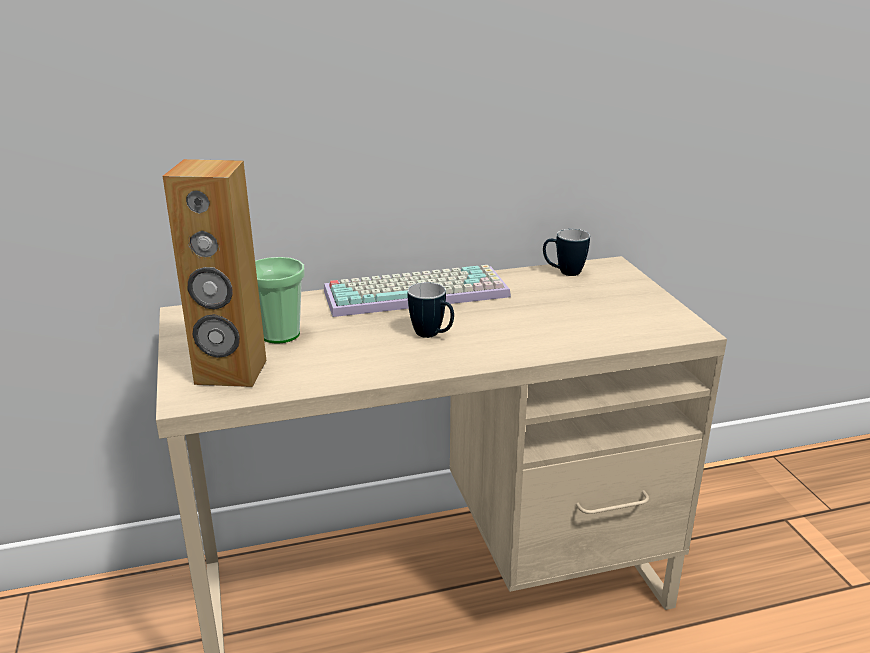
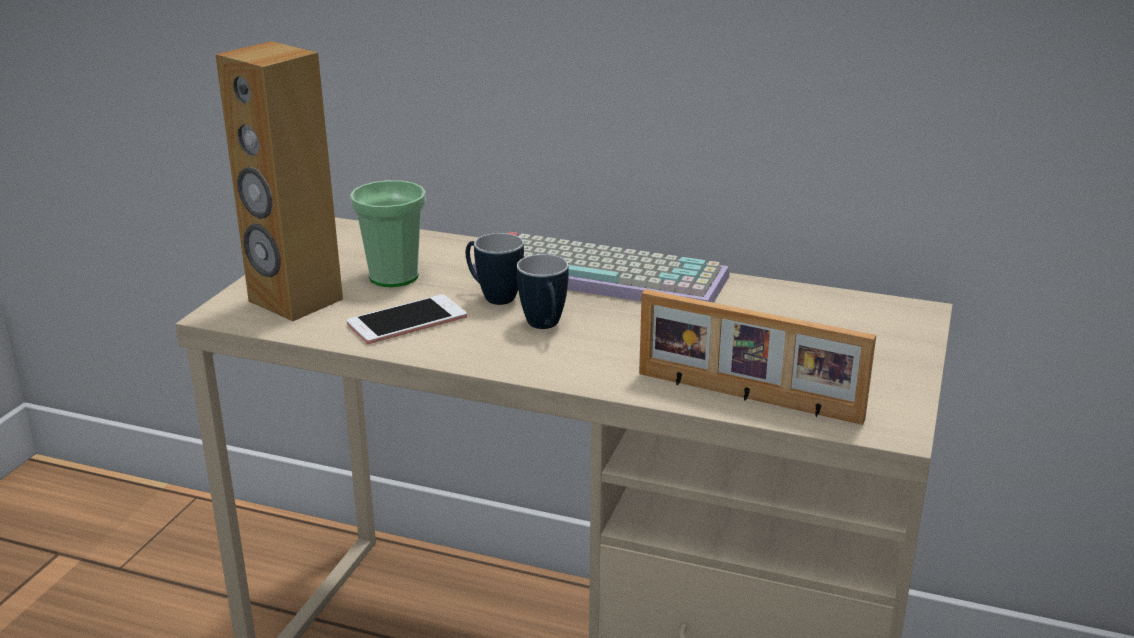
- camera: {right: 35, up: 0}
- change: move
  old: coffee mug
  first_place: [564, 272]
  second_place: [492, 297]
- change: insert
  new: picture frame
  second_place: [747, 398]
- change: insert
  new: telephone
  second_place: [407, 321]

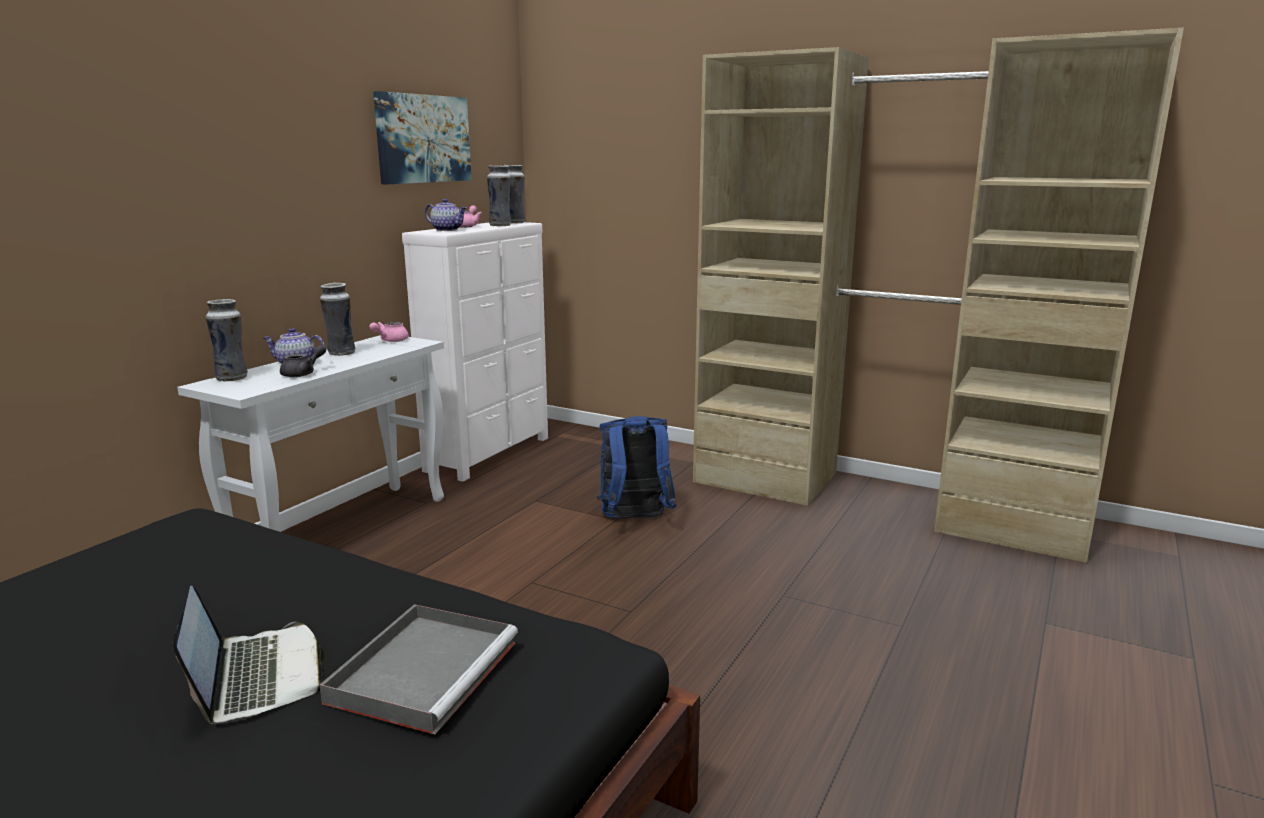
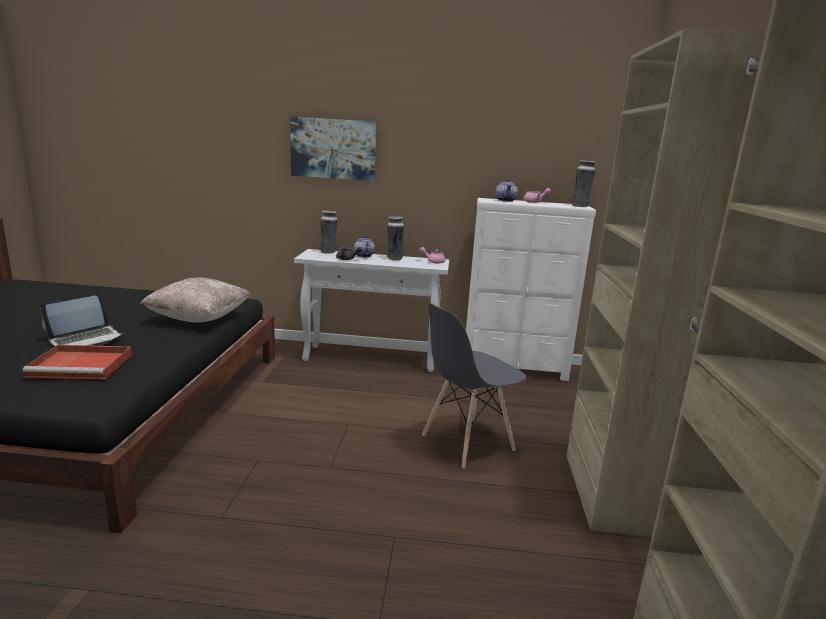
- camera: {right: 65, up: 0}
- change: move
  old: wall picture
  first_place: [423, 139]
  second_place: [333, 149]
- change: delete
  old: vase
  first_place: [500, 225]
- change: replace
  old: backpack (bluish)
  new: plain chair (grey)
  first_place: [634, 520]
  second_place: [467, 442]
- change: recolor
  old: serving tray (grey)
  new: serving tray (reddish)
  first_place: [425, 669]
  second_place: [83, 365]
- change: insert
  new: cushion (sand-coloured)
  second_place: [199, 318]

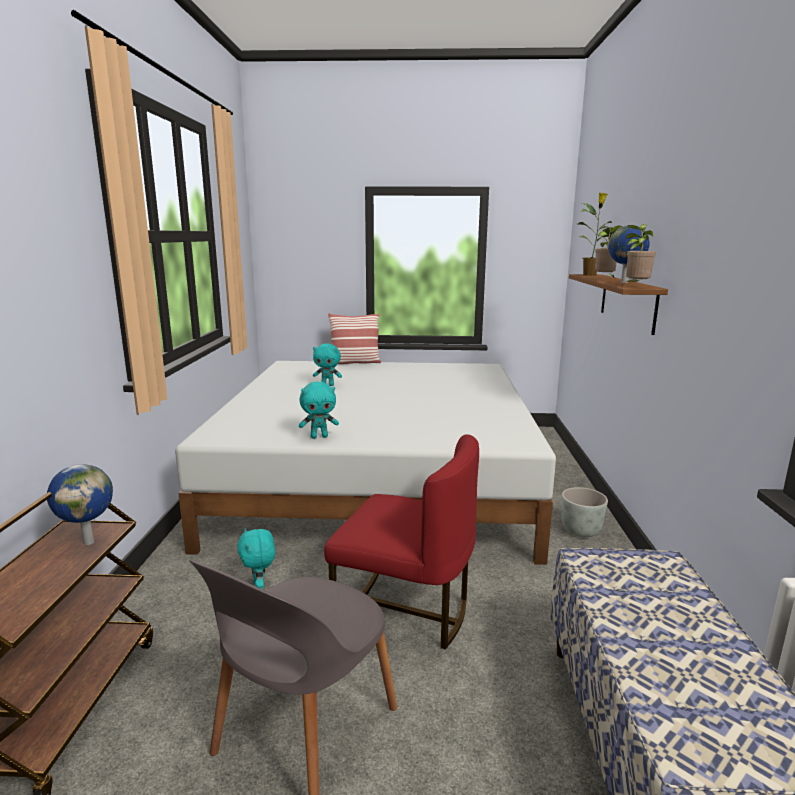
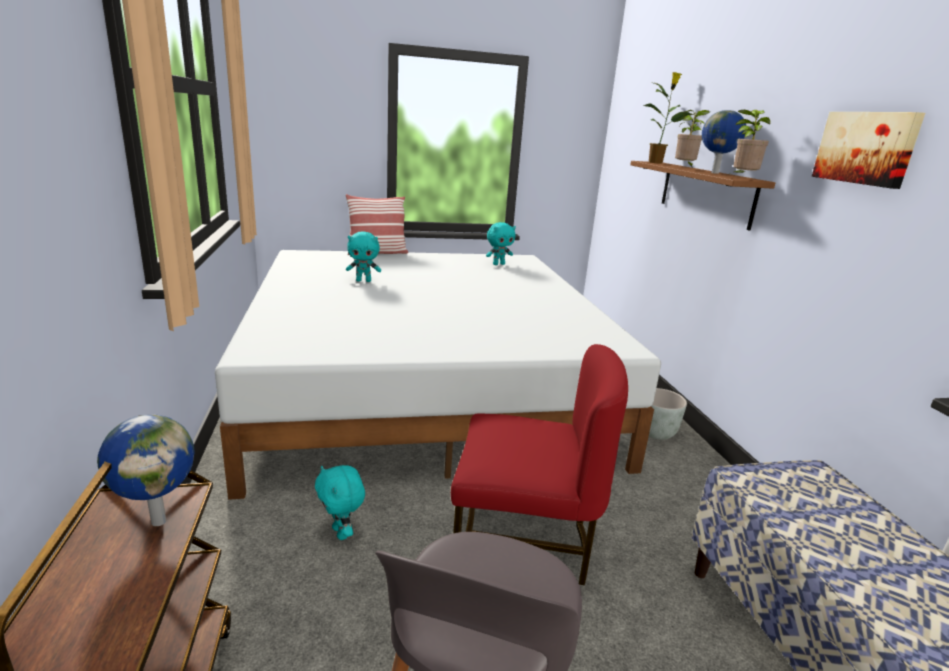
- camera: {right: -15, up: 5}
- change: move
  old: cuddly toy (turquoise-coloured)
  first_place: [319, 437]
  second_place: [498, 264]
- change: insert
  new: wall picture
  second_place: [866, 148]

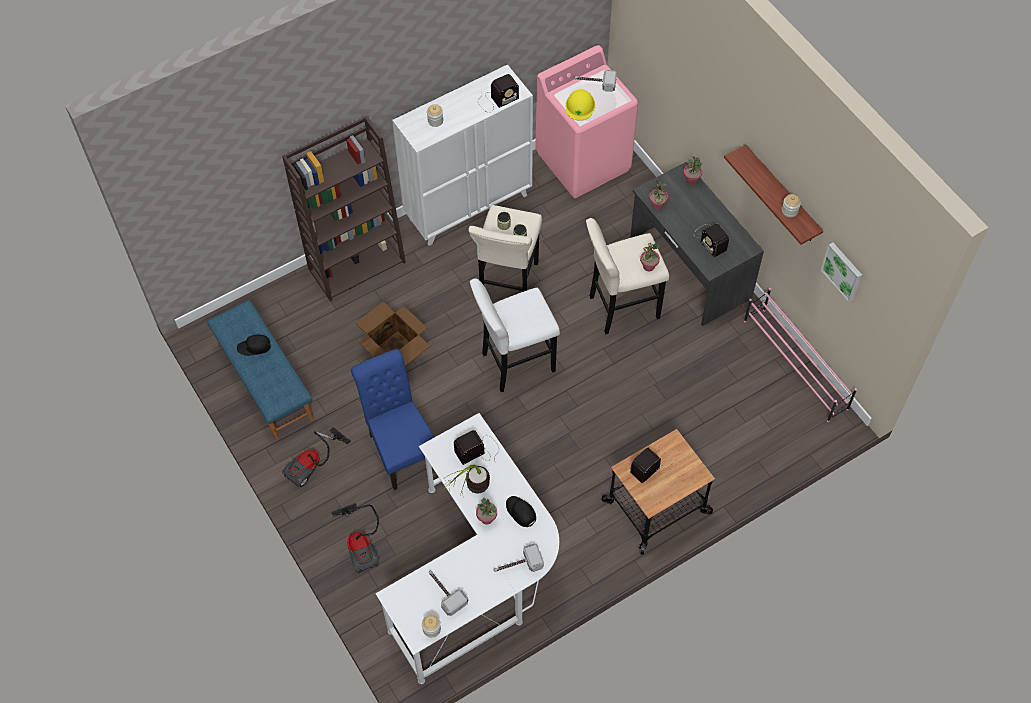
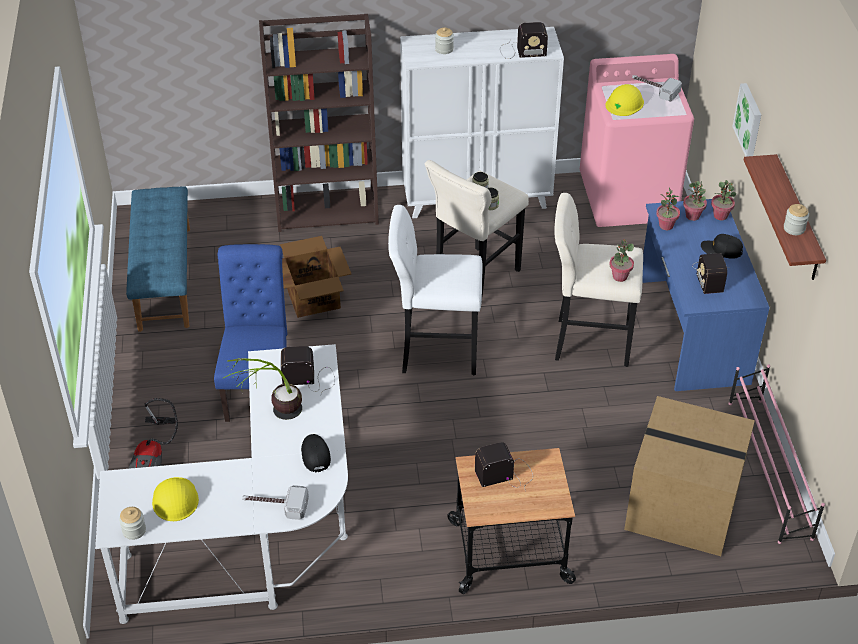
- camera: {right: 25, up: -15}
- change: recolor
  old: desk table (grey)
  new: desk table (bluish)
  first_place: [689, 268]
  second_place: [691, 331]
- change: move
  old: wall picture
  first_place: [843, 271]
  second_place: [749, 120]
- change: move
  old: baseball cap (black-coloured)
  first_place: [254, 347]
  second_place: [721, 250]
- change: delete
  old: hoover
  first_place: [314, 465]
- change: move
  old: houseplant
  first_place: [487, 518]
  second_place: [692, 216]
- change: replace
  old: hammer
  new: hard hat (yellowish)
  first_place: [444, 592]
  second_place: [175, 499]
- change: insert
  new: packing box
  second_place: [680, 506]

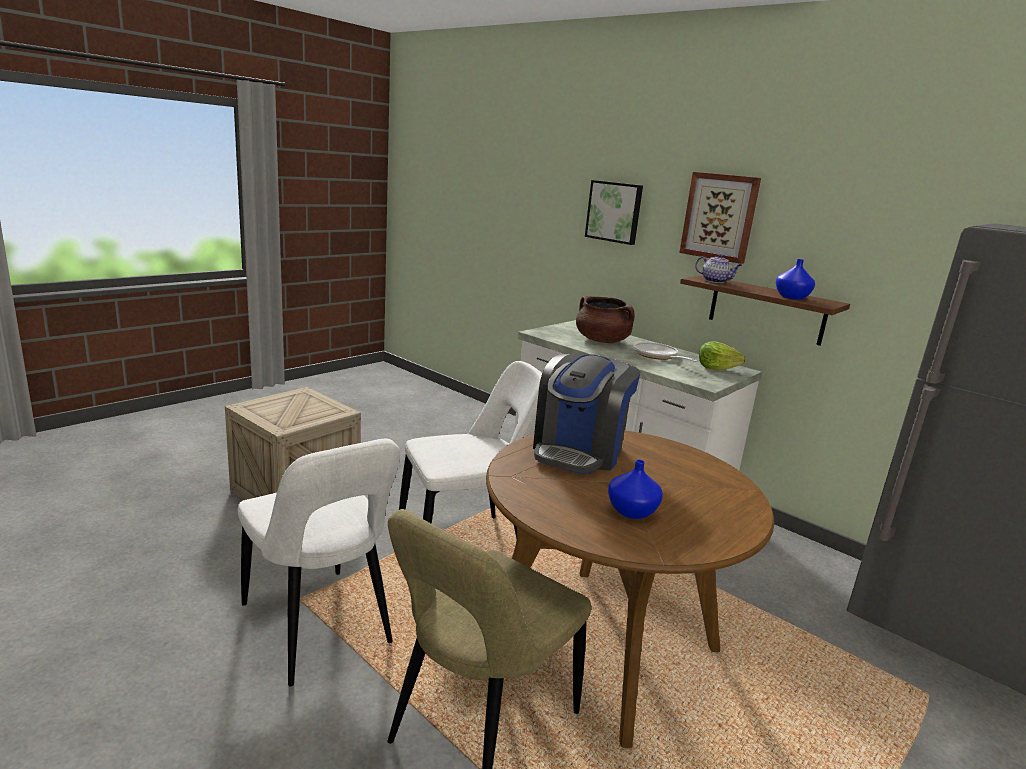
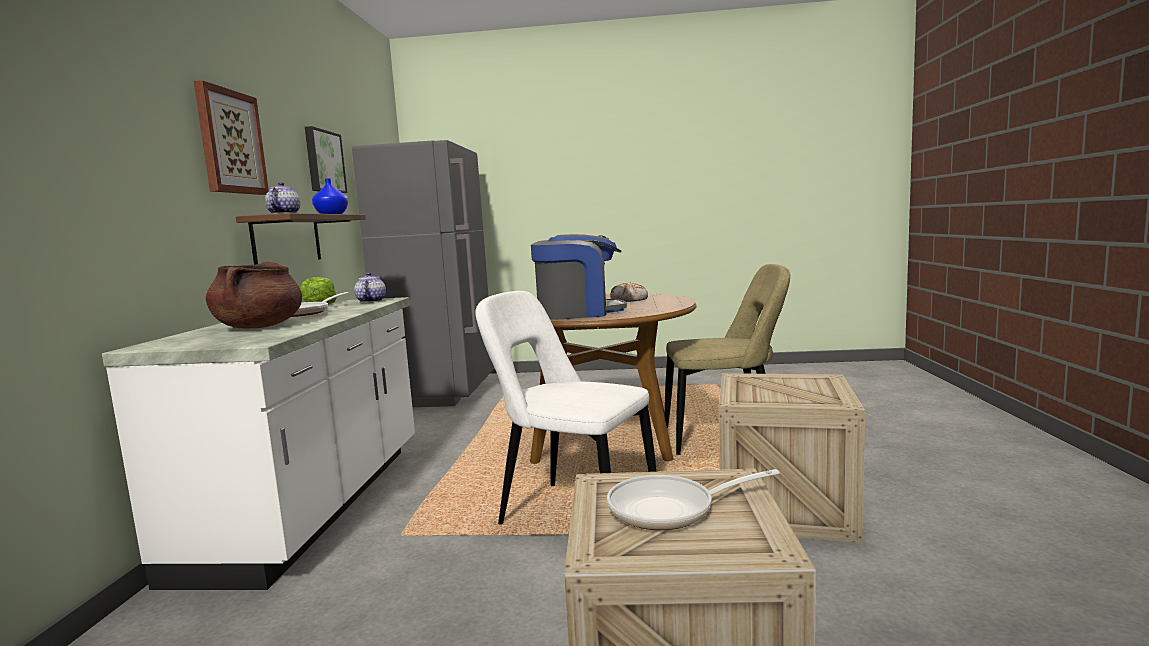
- camera: {right: -125, up: -10}
- change: move
  old: wall picture
  first_place: [614, 212]
  second_place: [323, 161]
- change: replace
  old: plain chair (white-coloured)
  new: packing crate
  first_place: [319, 628]
  second_place: [784, 506]
- change: replace
  old: vase (bluish)
  new: bread
  first_place: [631, 512]
  second_place: [629, 300]
- change: insert
  new: teapot
  second_place: [371, 301]
- change: insert
  new: pan
  second_place: [670, 509]

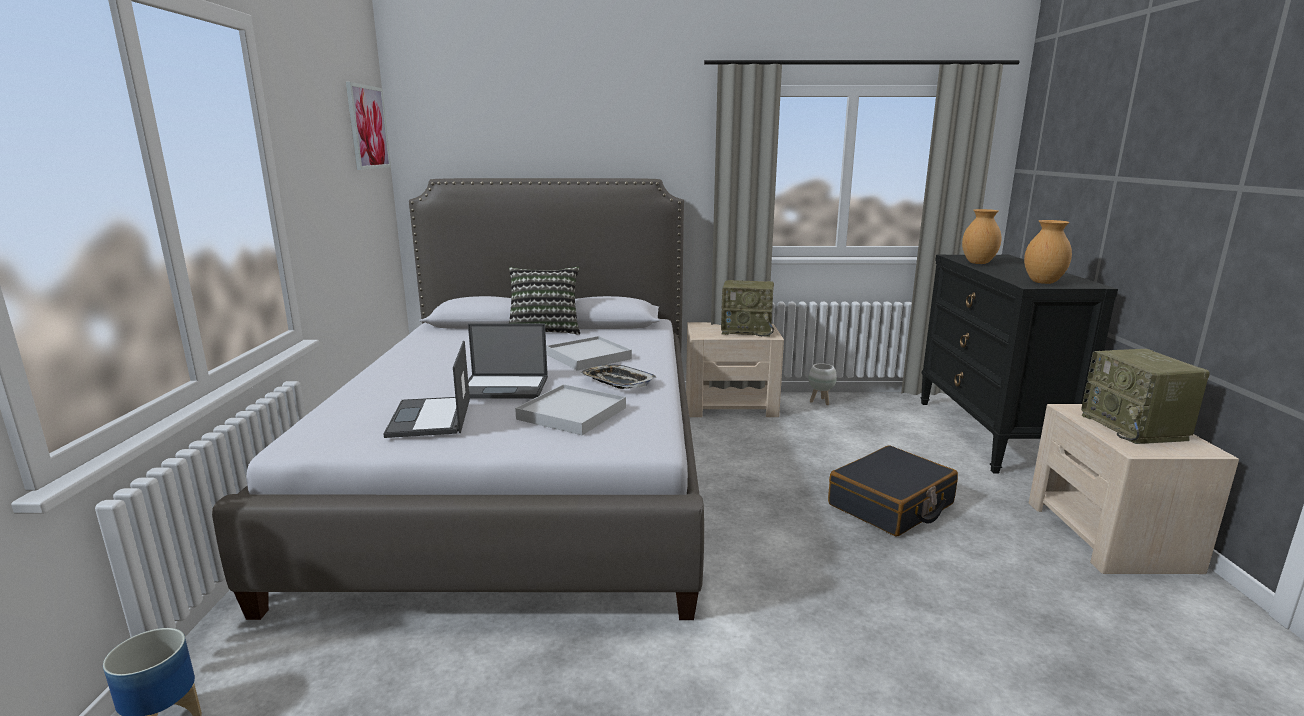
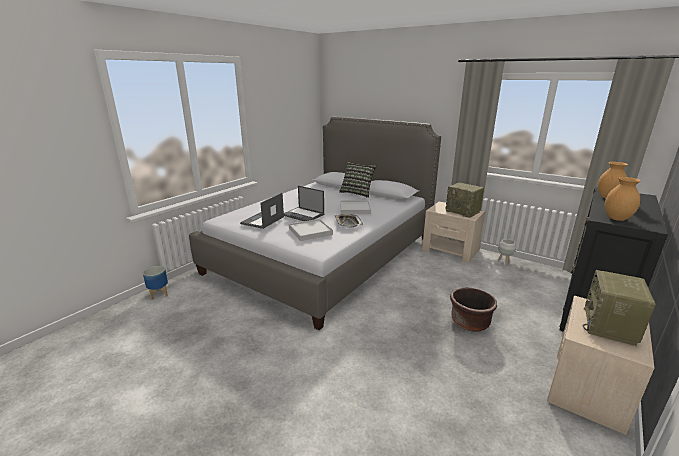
- camera: {right: 35, up: 5}
- change: delete
  old: wall picture
  first_place: [368, 127]
- change: replace
  old: piece of luggage (black-coloured)
  new: plant pot (brown)
  first_place: [891, 505]
  second_place: [469, 322]

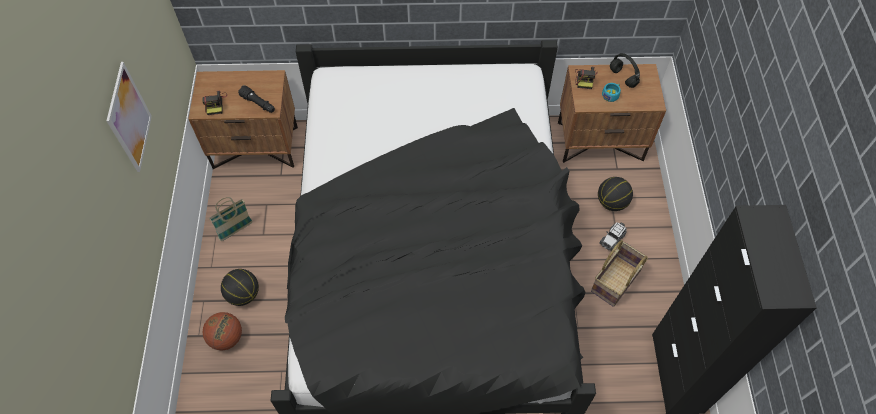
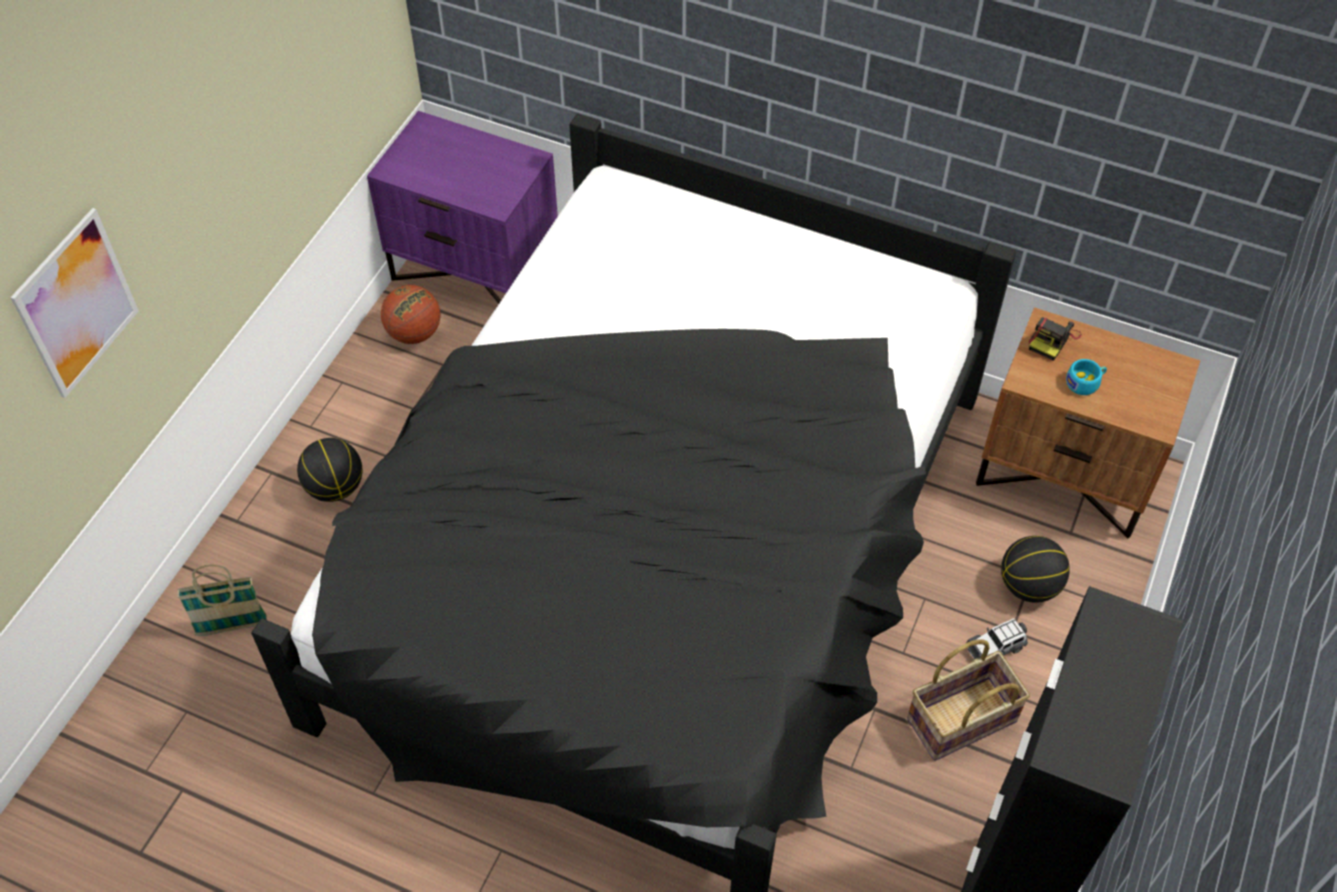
- camera: {right: 25, up: -5}
- change: delete
  old: pair of headphones (black-coloured)
  first_place: [622, 77]
- change: move
  old: wall picture
  first_place: [129, 118]
  second_place: [76, 304]
- change: recolor
  old: night table (brown)
  new: night table (purple-coloured)
  first_place: [256, 146]
  second_place: [475, 270]
- change: delete
  old: flashlight (black-coloured)
  first_place: [258, 104]
- change: delete
  old: photo camera
  first_place: [215, 104]
- change: move
  old: storage basket
  first_place: [236, 230]
  second_place: [232, 626]
- change: move
  old: ball for basketball
  first_place: [226, 338]
  second_place: [414, 333]

